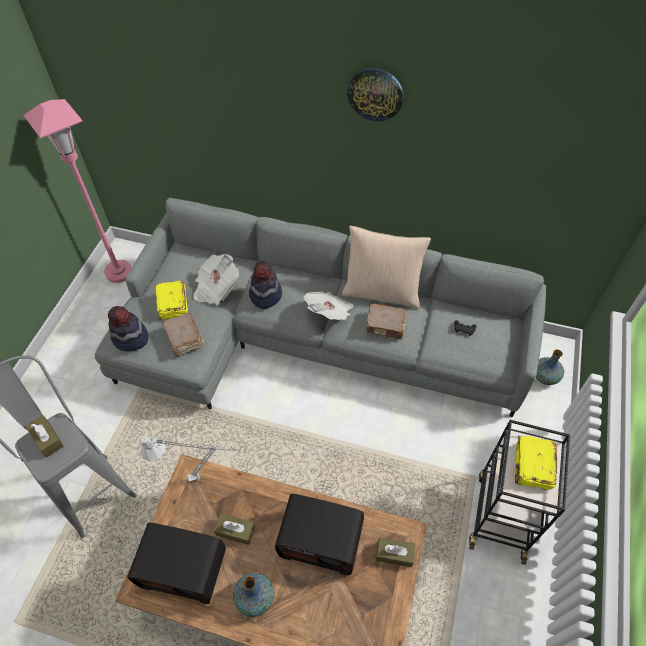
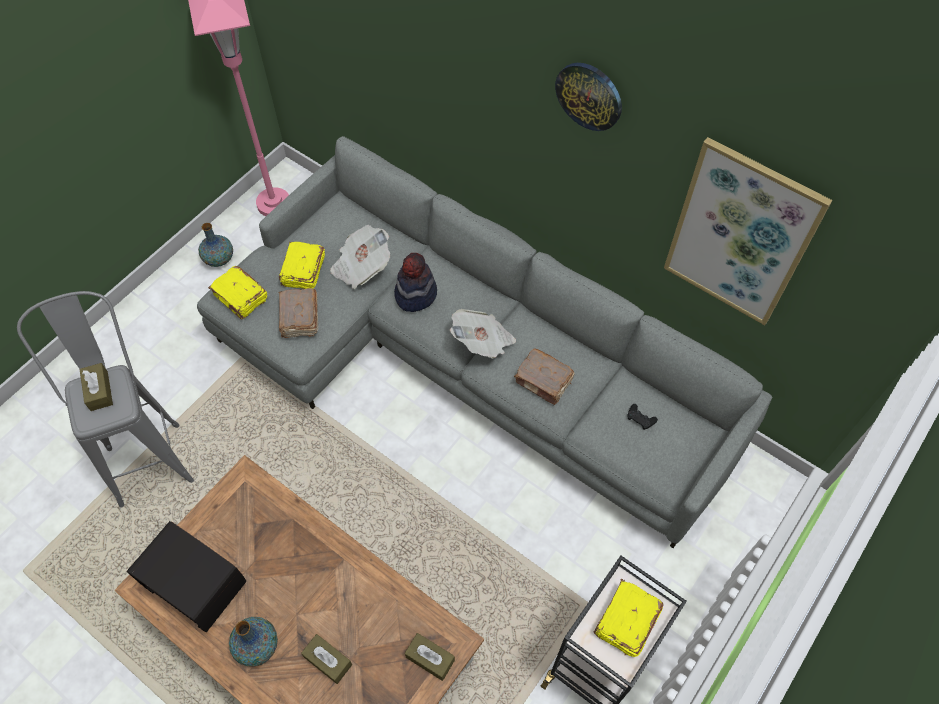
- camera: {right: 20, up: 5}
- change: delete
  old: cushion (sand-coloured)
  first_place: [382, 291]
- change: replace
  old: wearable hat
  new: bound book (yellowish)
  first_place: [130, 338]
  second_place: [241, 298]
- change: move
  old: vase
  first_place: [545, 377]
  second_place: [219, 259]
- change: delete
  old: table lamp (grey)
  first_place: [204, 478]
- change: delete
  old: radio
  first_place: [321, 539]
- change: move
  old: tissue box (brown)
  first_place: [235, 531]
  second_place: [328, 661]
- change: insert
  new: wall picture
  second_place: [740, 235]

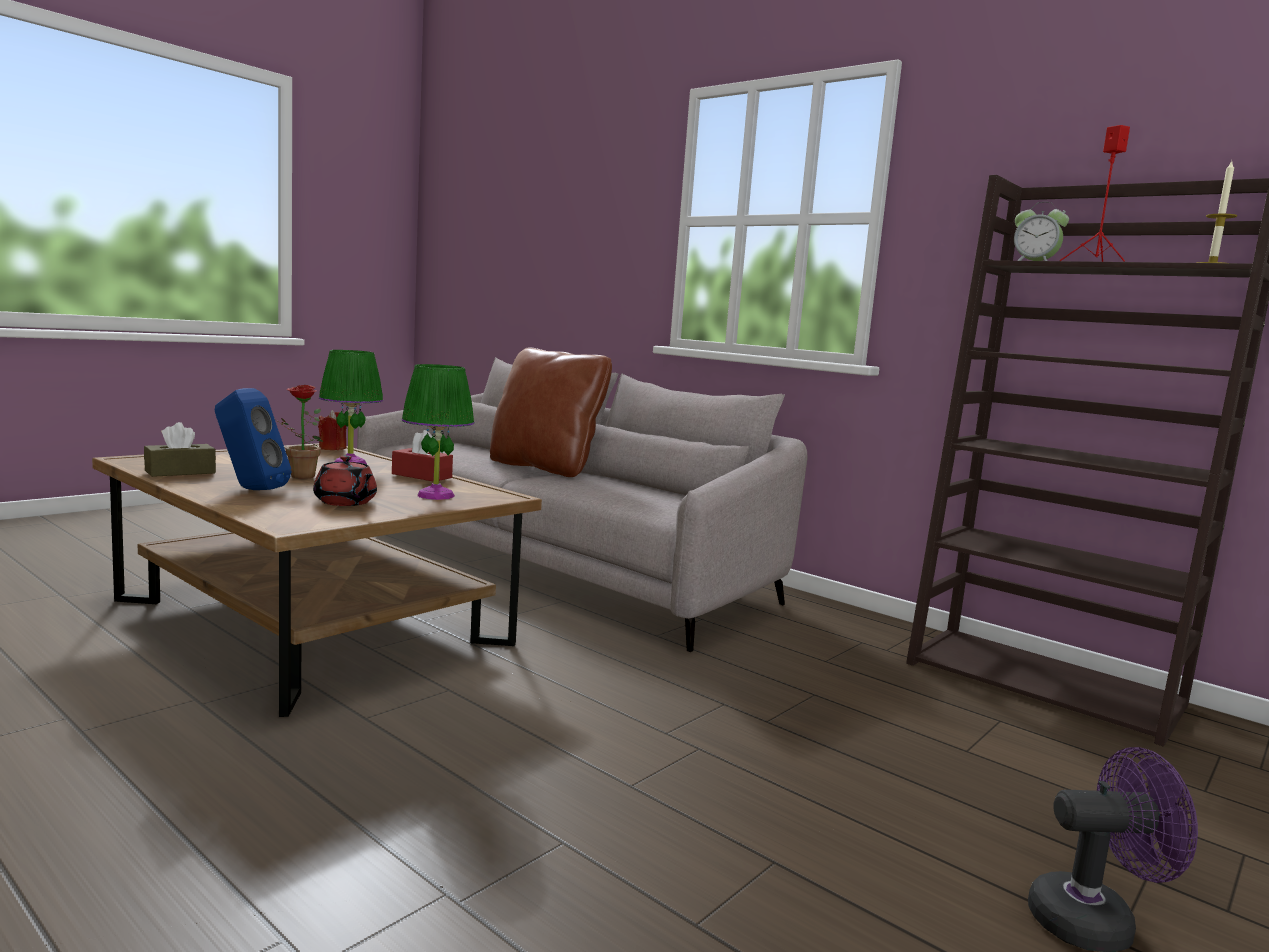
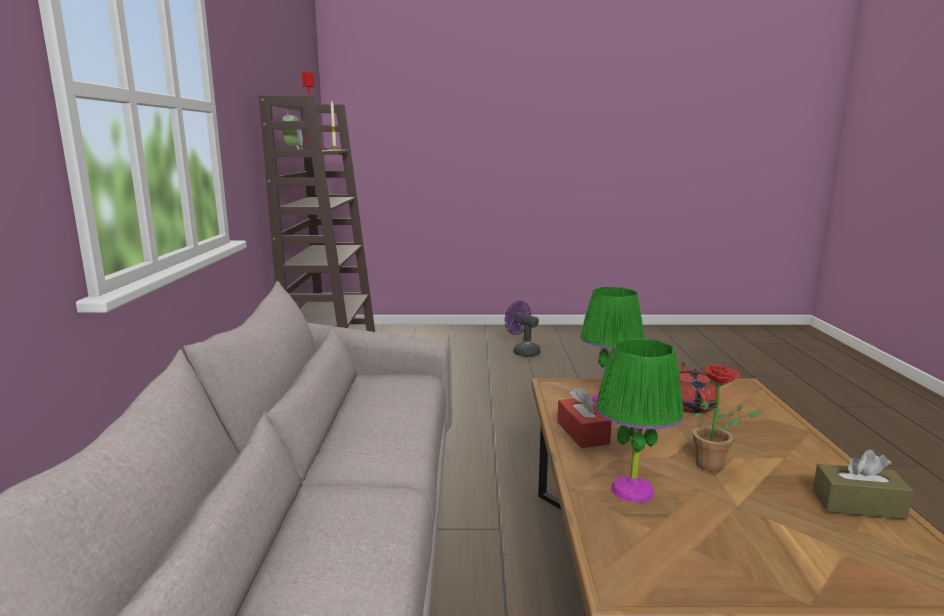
- camera: {right: -130, up: 5}
- change: delete
  old: cushion (brown)
  first_place: [545, 468]
- change: delete
  old: audio speaker (bluish)
  first_place: [250, 489]
- change: delete
  old: candle (reddish)
  first_place: [332, 448]

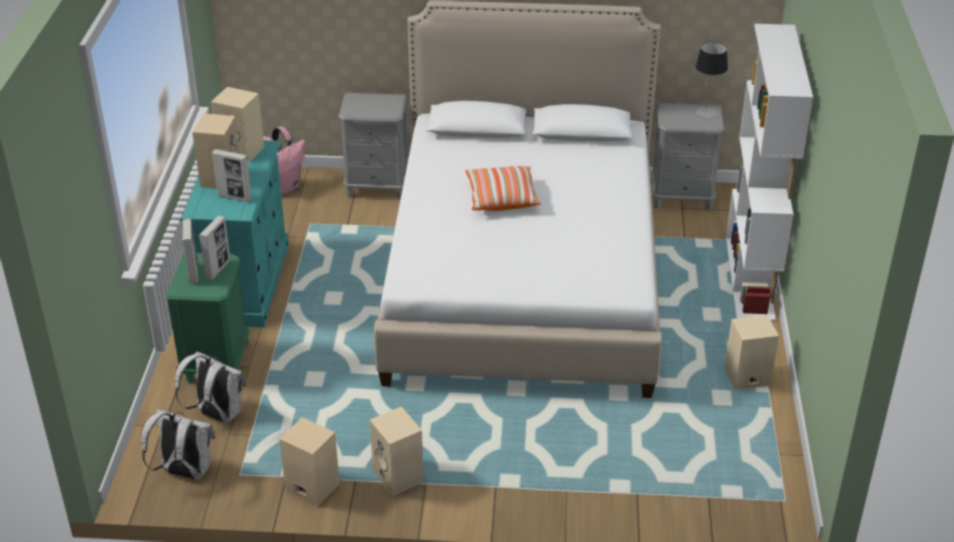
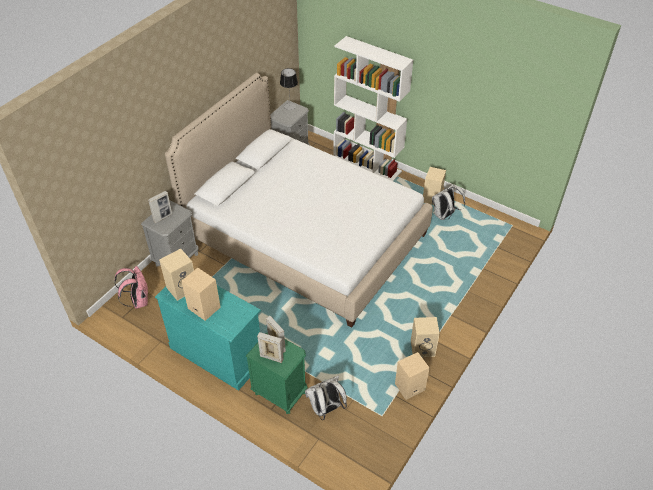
- camera: {right: -60, up: 10}
- change: move
  old: picture frame
  first_place: [234, 197]
  second_place: [163, 217]
- change: delete
  old: cushion
  first_place: [501, 198]
- change: move
  old: backpack (white-coloured)
  first_place: [184, 472]
  second_place: [444, 215]

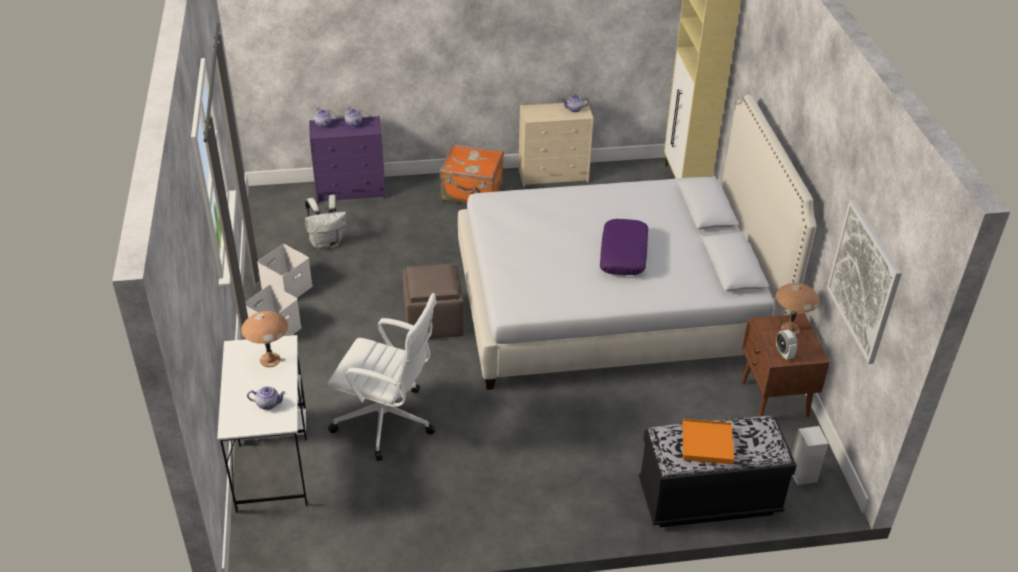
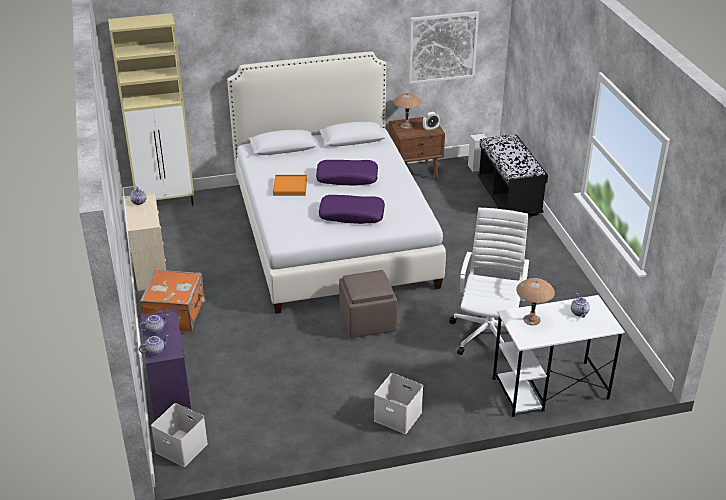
- camera: {right: -95, up: -5}
- change: delete
  old: backpack (white-coloured)
  first_place: [327, 243]
- change: move
  old: storage container (white-coloured)
  first_place: [287, 287]
  second_place: [180, 448]
- change: move
  old: serving tray (orange)
  first_place: [707, 443]
  second_place: [290, 187]
- change: insert
  new: cushion (purple-coloured)
  second_place: [352, 215]

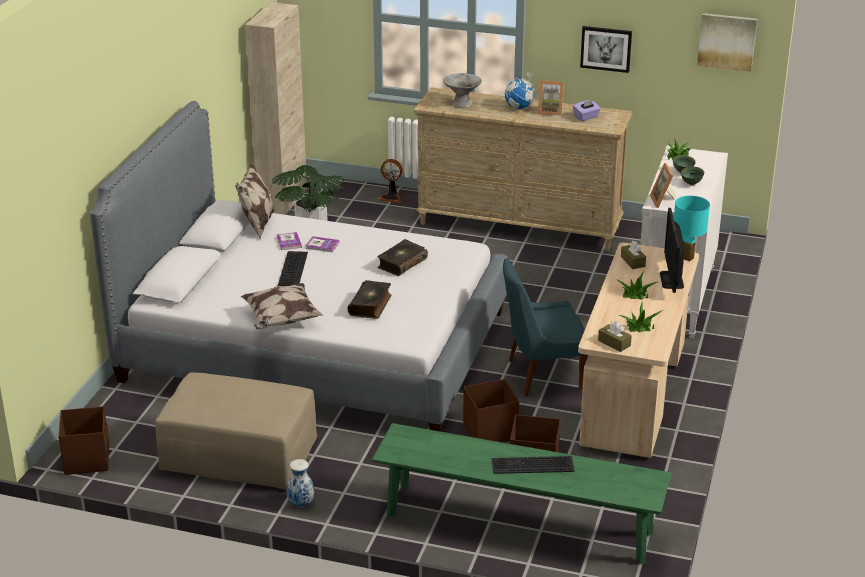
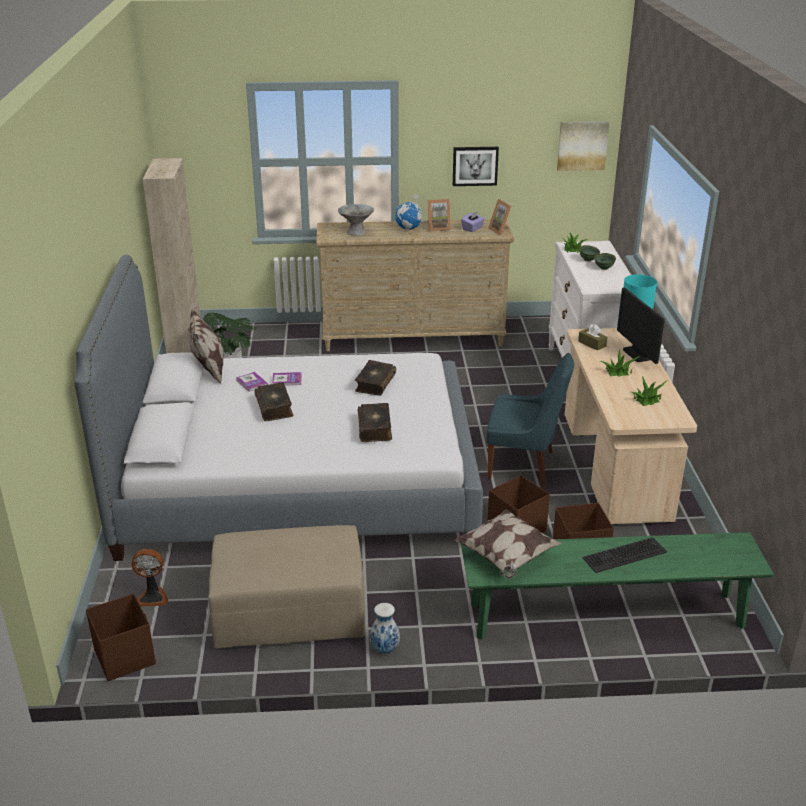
- camera: {right: -20, up: 0}
- change: move
  old: cooling fan
  first_place: [391, 197]
  second_place: [152, 597]
- change: move
  old: picture frame
  first_place: [663, 201]
  second_place: [501, 231]
- change: replace
  old: computer keyboard
  new: bound book
  first_place: [294, 269]
  second_place: [274, 407]
- change: rotate
  old: plain chair (bluish)
  first_place: [541, 375]
  second_place: [524, 465]
  degrees: -135
- change: move
  old: cushion
  first_place: [281, 320]
  second_place: [506, 557]
- change: delete
  old: tissue box (brown)
  first_place: [614, 343]

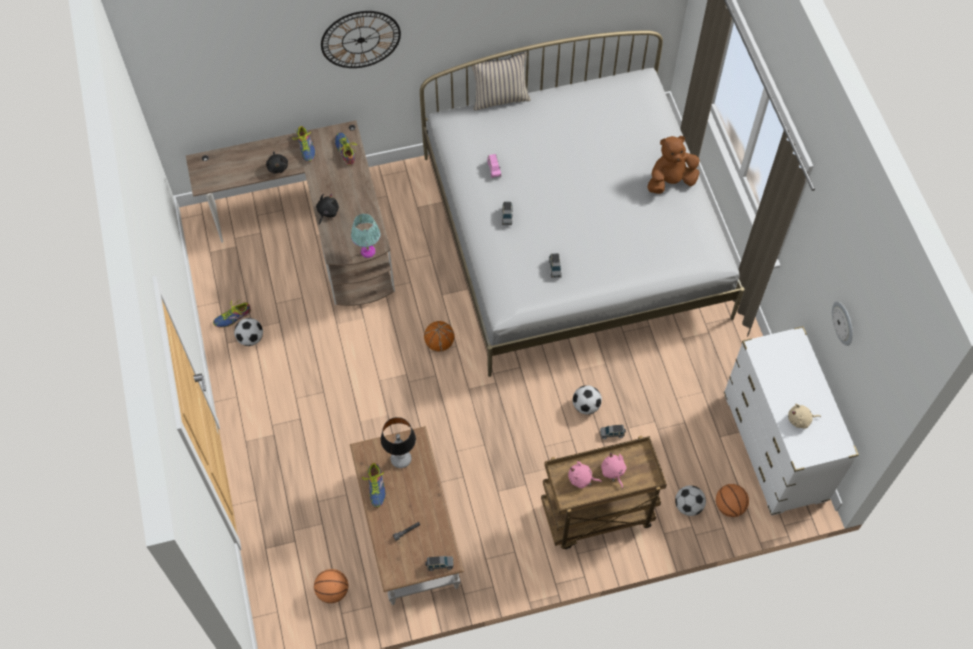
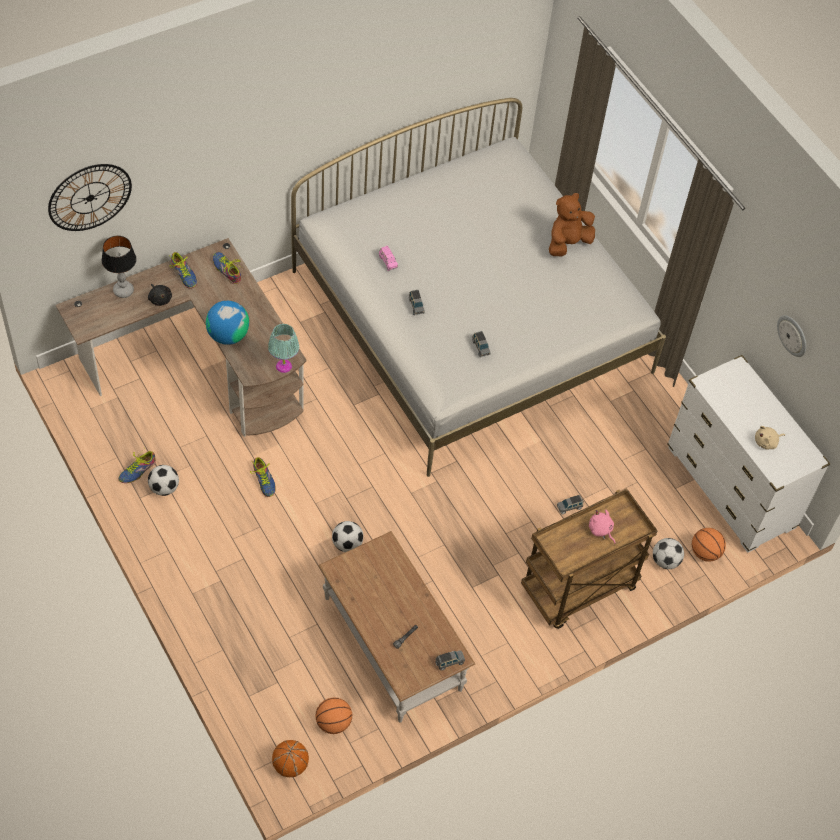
- camera: {right: -20, up: -5}
- change: move
  old: clock on the wall
  first_place: [360, 39]
  second_place: [90, 197]
- change: delete
  old: cushion (sand-coloured)
  first_place: [500, 98]
- change: replace
  old: cuddly toy (black-coloured)
  new: desk globe
  first_place: [327, 212]
  second_place: [228, 335]
- change: move
  old: ball for basketball
  first_place: [439, 343]
  second_place: [290, 765]
- change: move
  old: football ball
  first_place: [586, 406]
  second_place: [347, 544]
- change: move
  old: table lamp
  first_place: [400, 459]
  second_place: [123, 290]
- change: delete
  old: cuddly toy (pinkish)
  first_place: [581, 479]
- change: move
  old: shoe
  first_place: [376, 487]
  second_place: [264, 480]

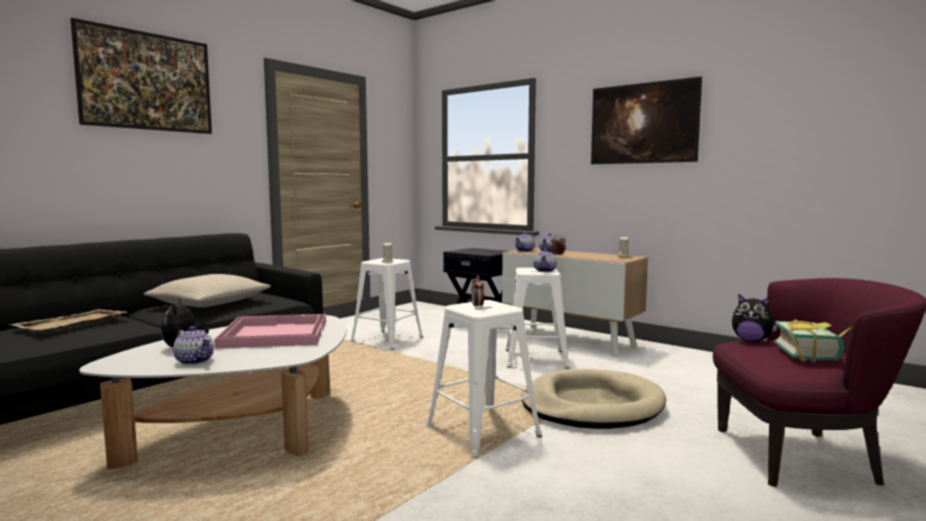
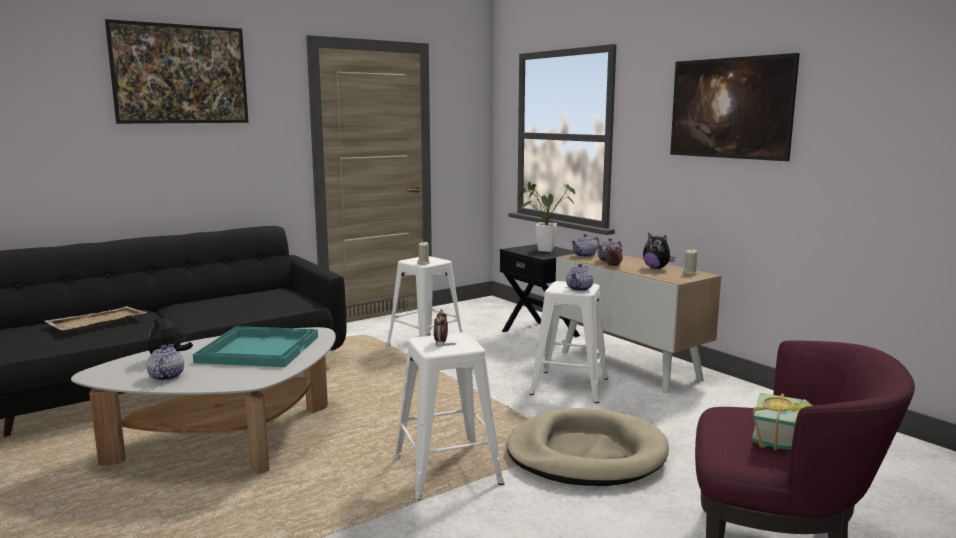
- camera: {right: 15, up: 5}
- change: delete
  old: cushion (sand-coloured)
  first_place: [209, 303]
- change: move
  old: cuddly toy
  first_place: [751, 341]
  second_place: [656, 268]
- change: recolor
  old: serving tray (pinkish)
  new: serving tray (turquoise-coloured)
  first_place: [274, 333]
  second_place: [258, 349]
- change: rotate
  old: teapot
  first_place: [194, 361]
  second_place: [166, 377]
  degrees: -150
- change: insert
  new: houseplant
  second_place: [541, 250]

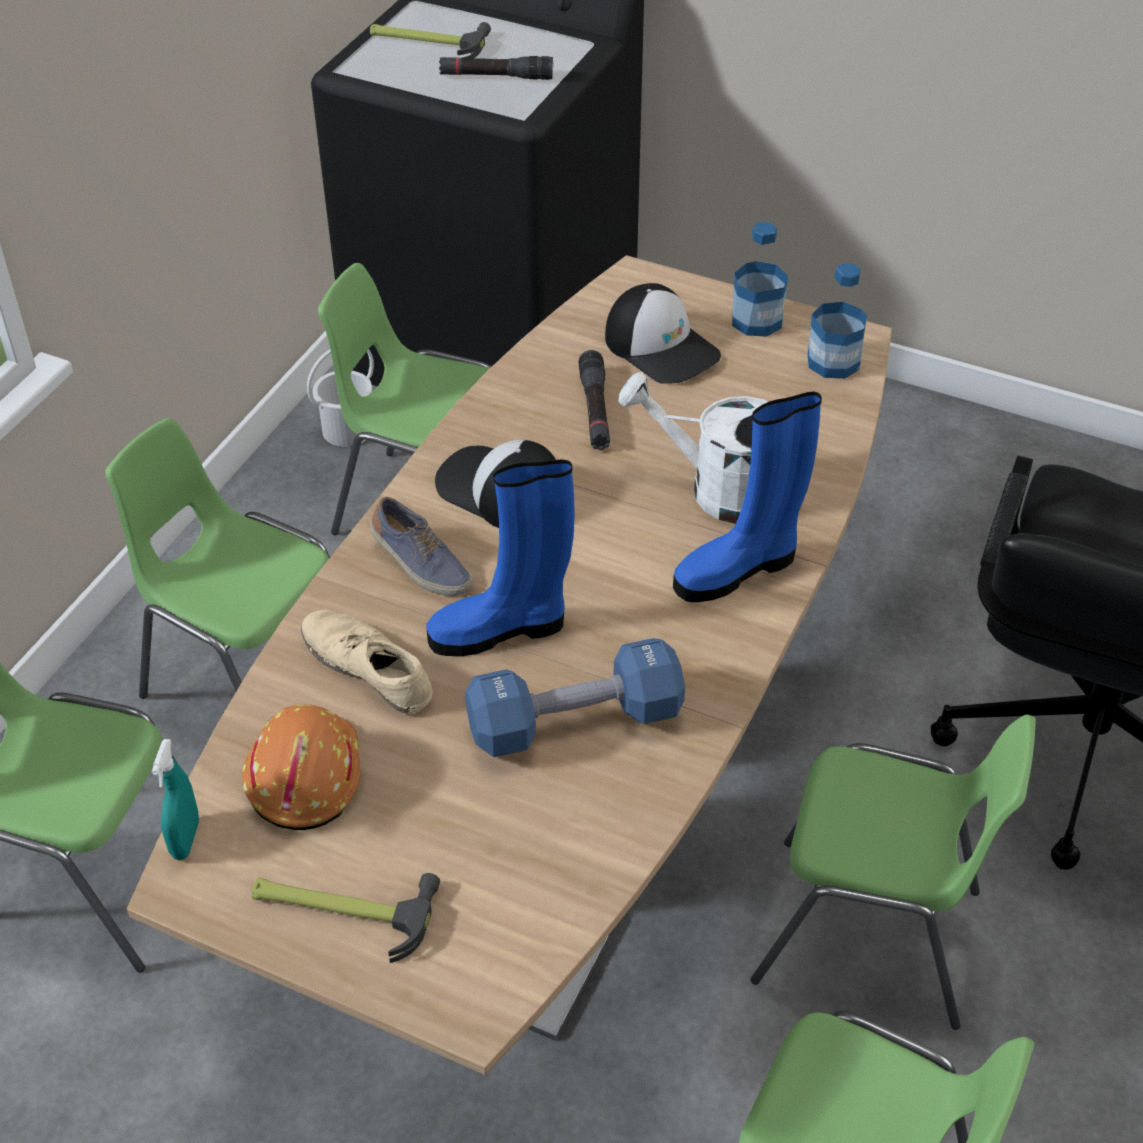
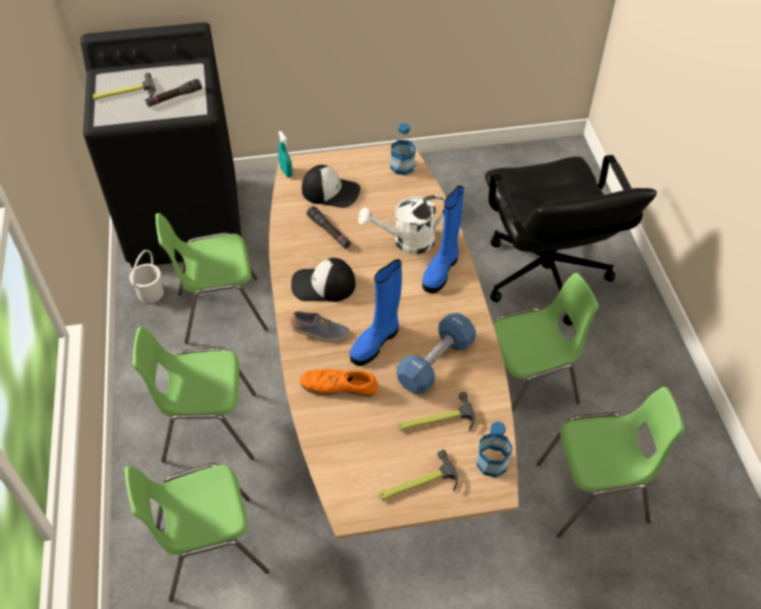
- camera: {right: -35, up: 5}
- change: move
  old: beverage bottle
  first_place: [756, 320]
  second_place: [492, 463]
- change: recolor
  old: shoe (sand-coloured)
  new: shoe (orange)
  first_place: [368, 668]
  second_place: [339, 386]
- change: delete
  old: hard hat (orange)
  first_place: [302, 774]
- change: move
  old: hand sprayer (turquoise-coloured)
  first_place: [185, 839]
  second_place: [286, 172]
- change: insert
  new: hammer
  second_place: [435, 420]

